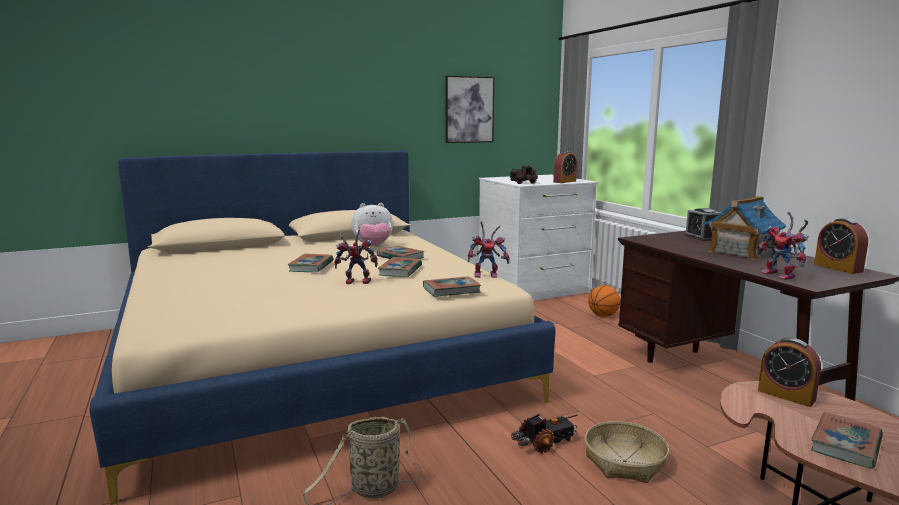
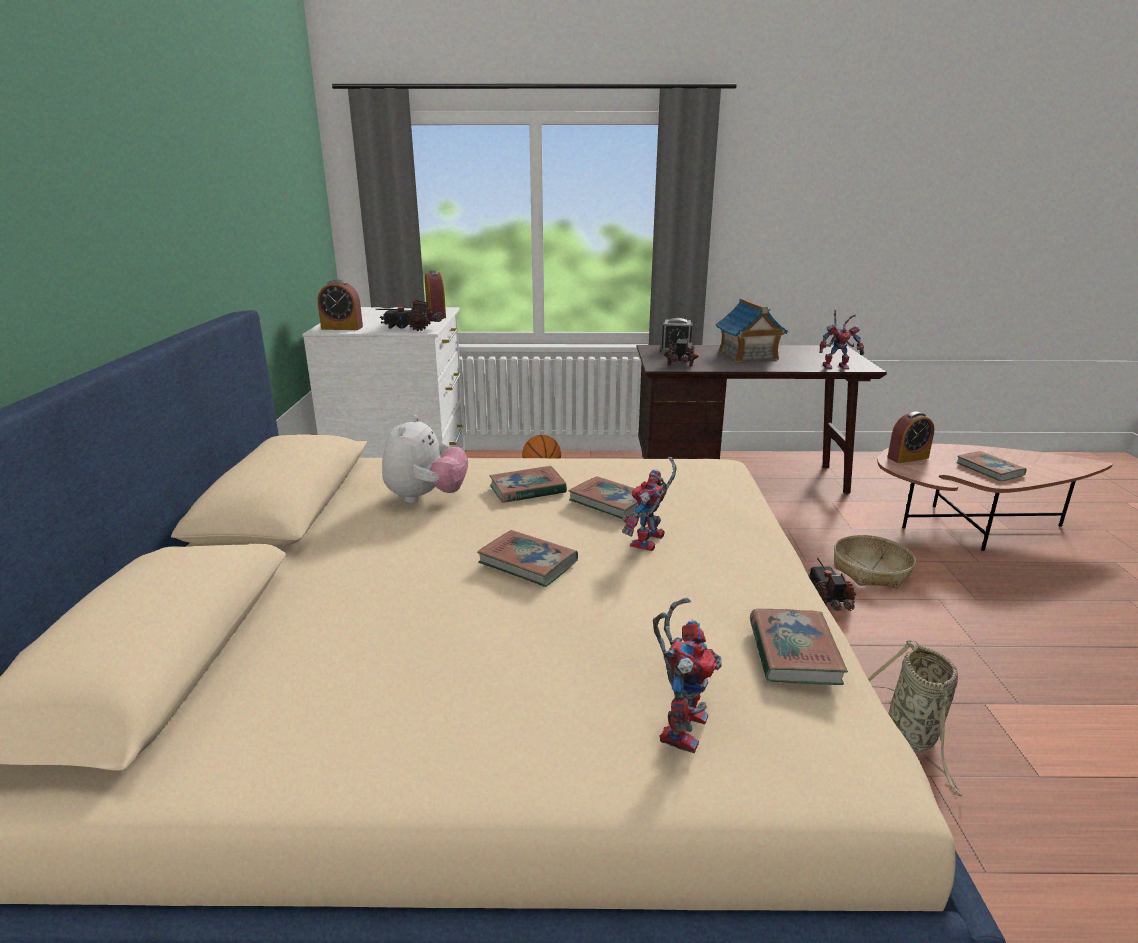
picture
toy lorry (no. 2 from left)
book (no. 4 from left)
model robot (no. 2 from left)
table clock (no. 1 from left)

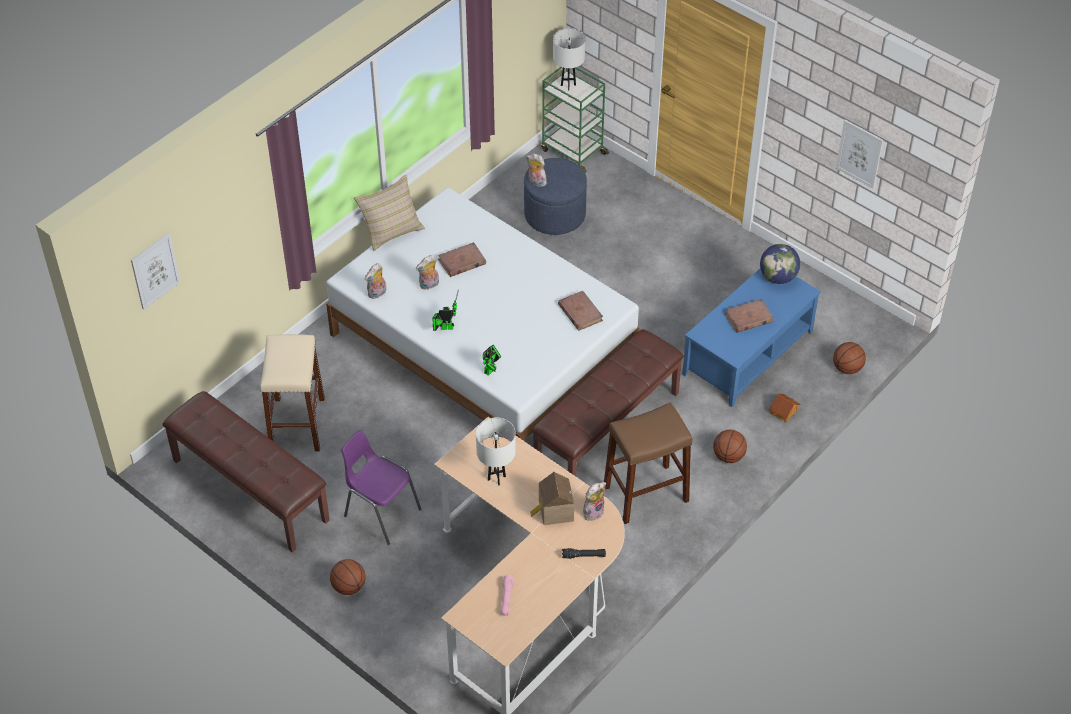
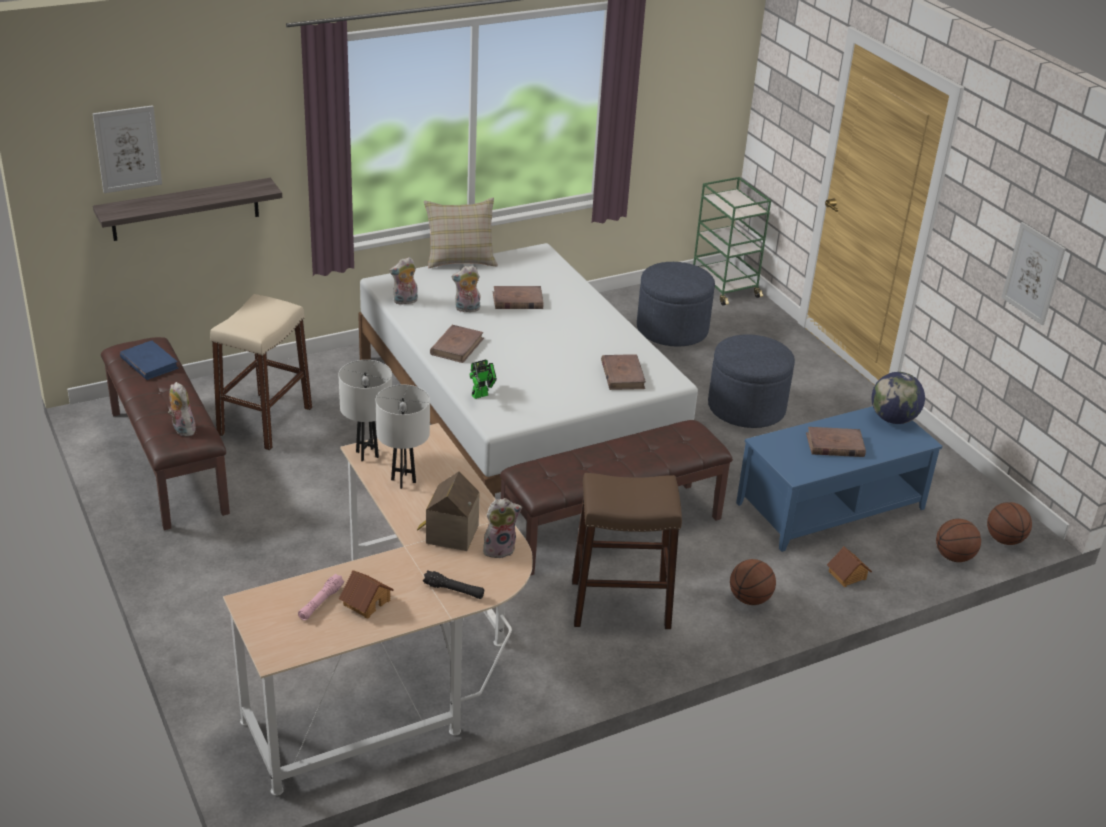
purple upright chair
wall shelf
bluish book
miniature house (no. 1 from left)
bluish footrest (no. 2 from left)
basketball (no. 3 from left)
soft toy (no. 1 from left)
whitish table lamp (no. 1 from left)
brownish book (no. 1 from left)

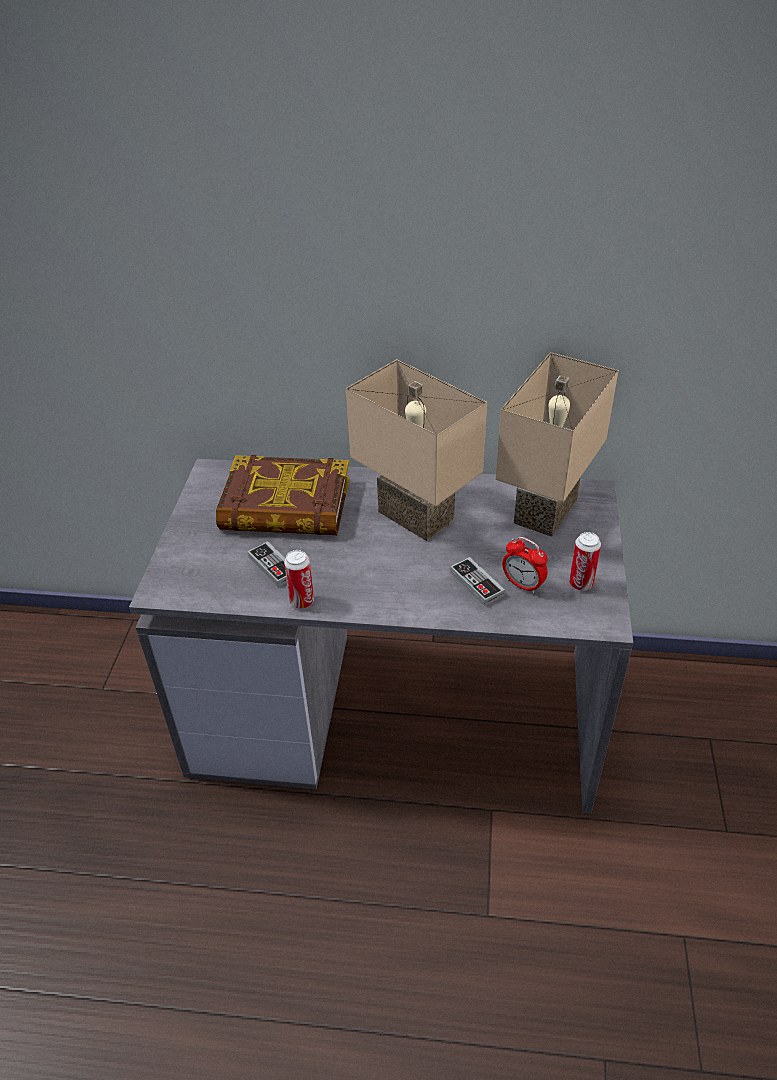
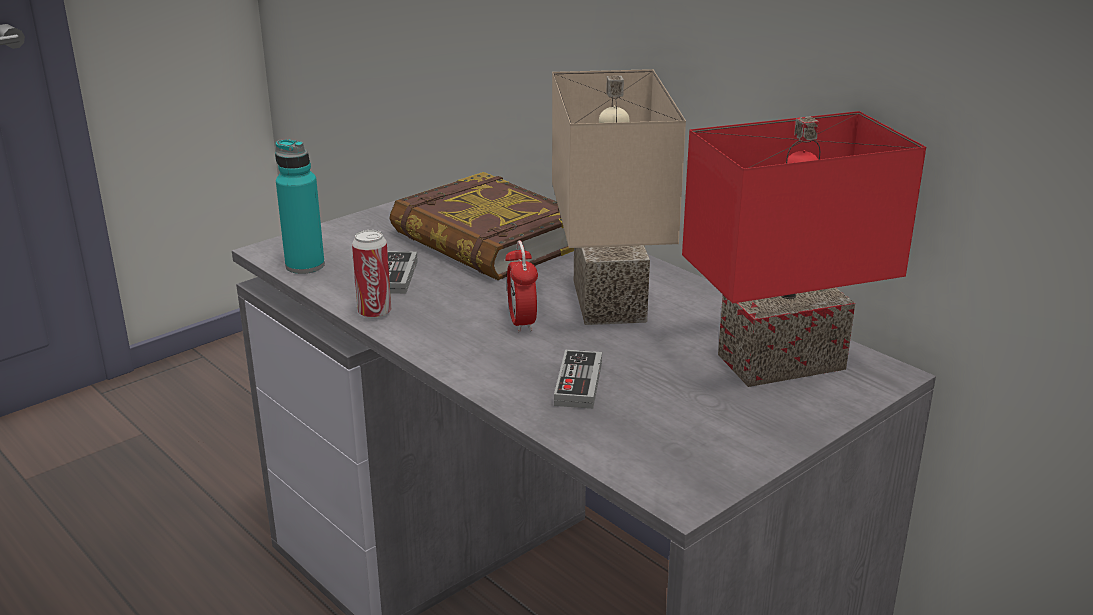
metal can (no. 2 from left in the first image)
turquoise drink bottle
table clock
red-coloured table lamp

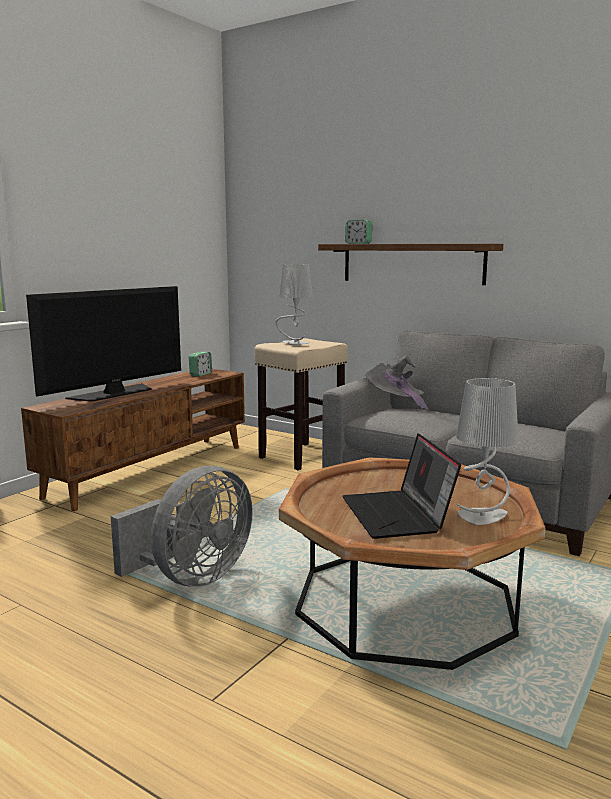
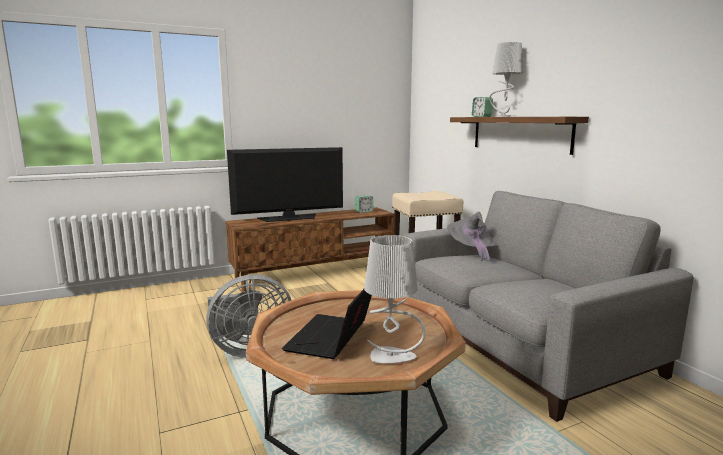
gray table lamp (no. 2 from left)

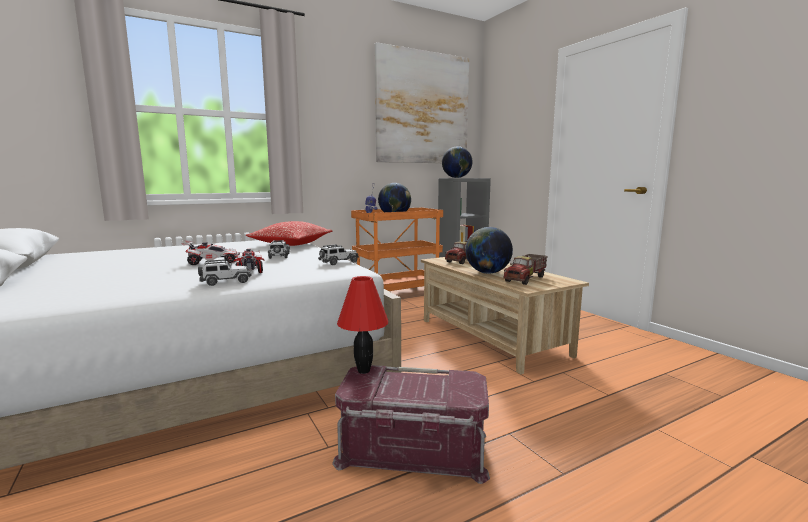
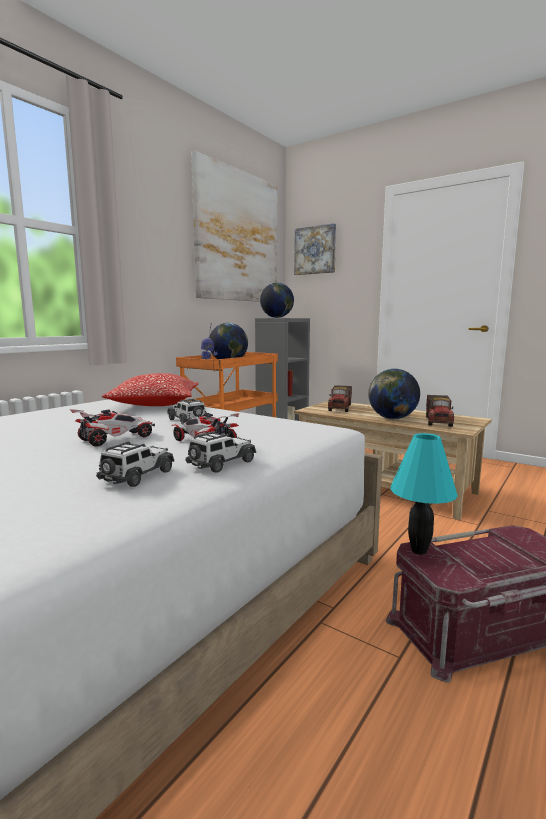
picture (no. 2 from left)
toy car (no. 2 from left)
turquoise table lamp

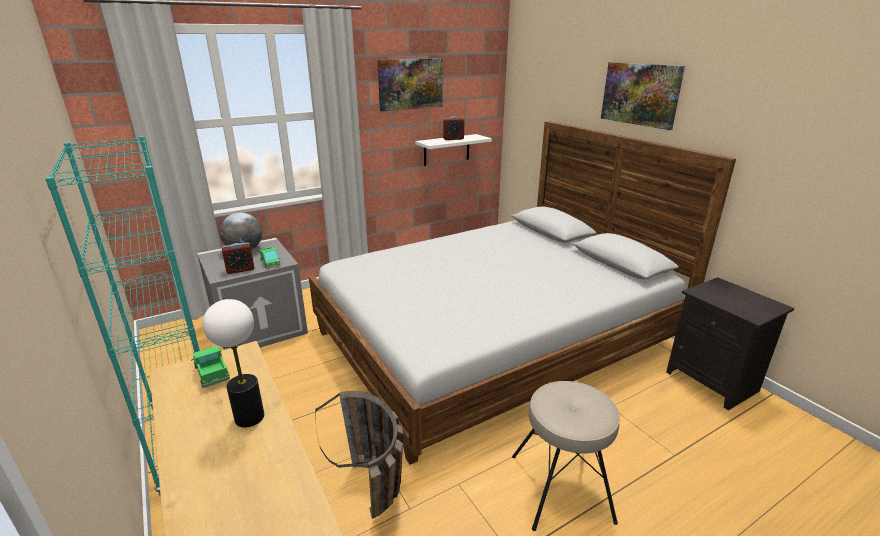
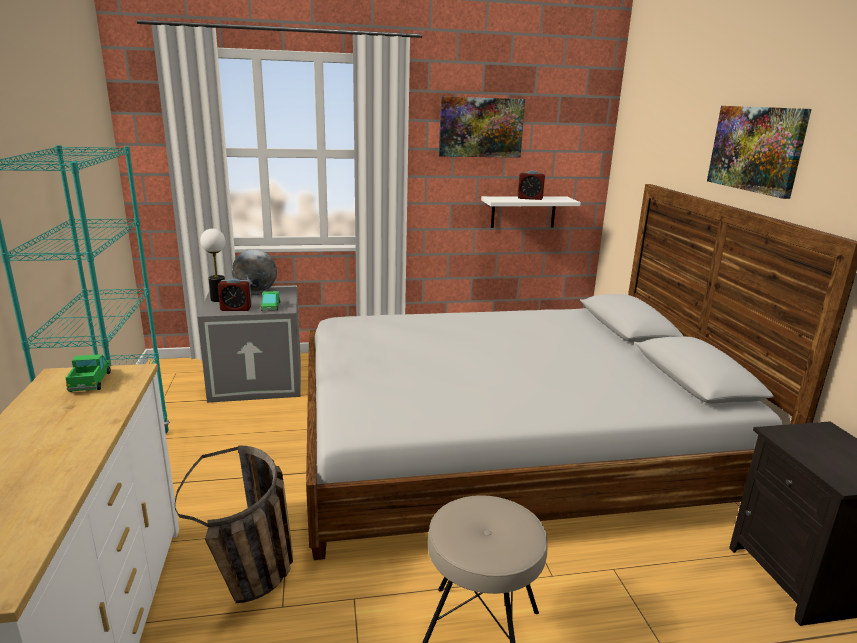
table lamp

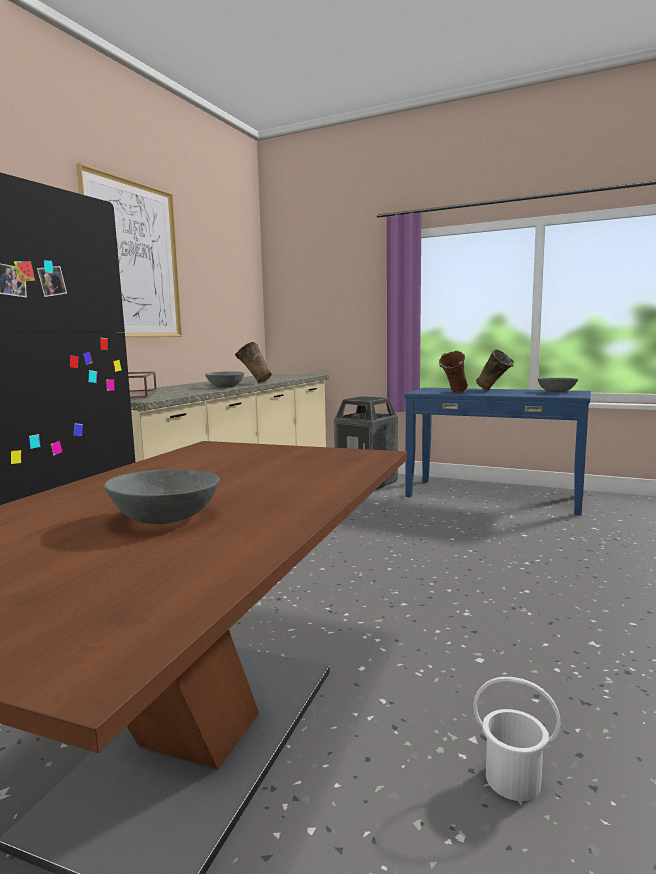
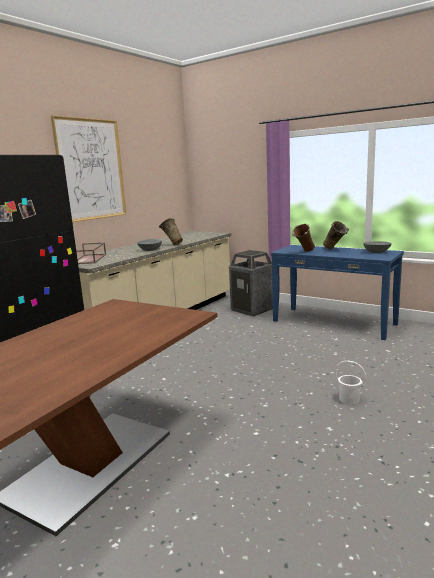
gray bowl (no. 1 from left in the first image)
whitish water bucket

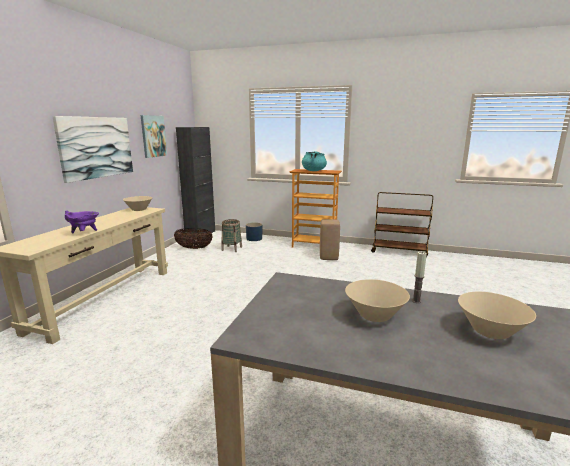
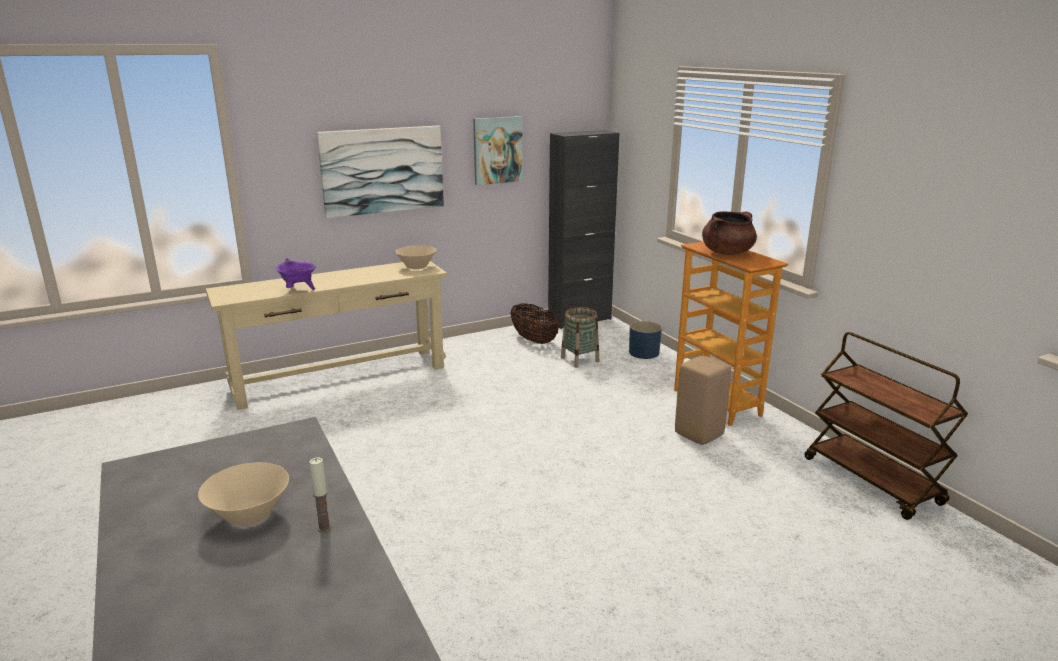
beige-coloured bowl (no. 3 from left in the first image)
brownish stockpot

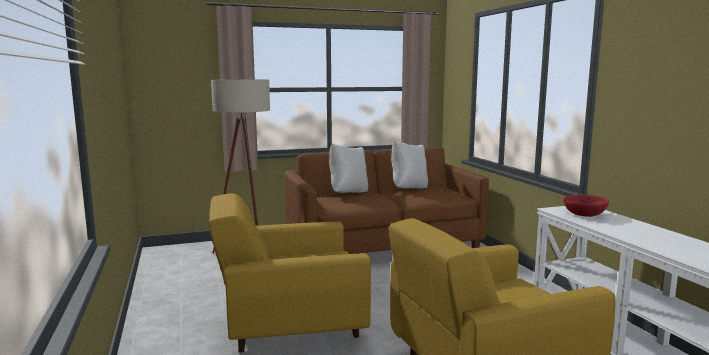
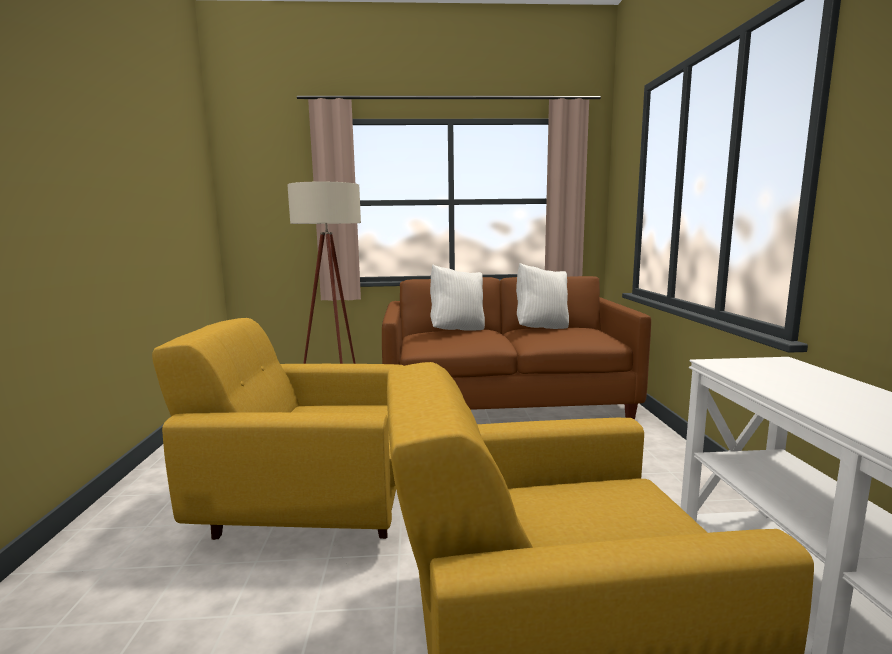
red-coloured bowl

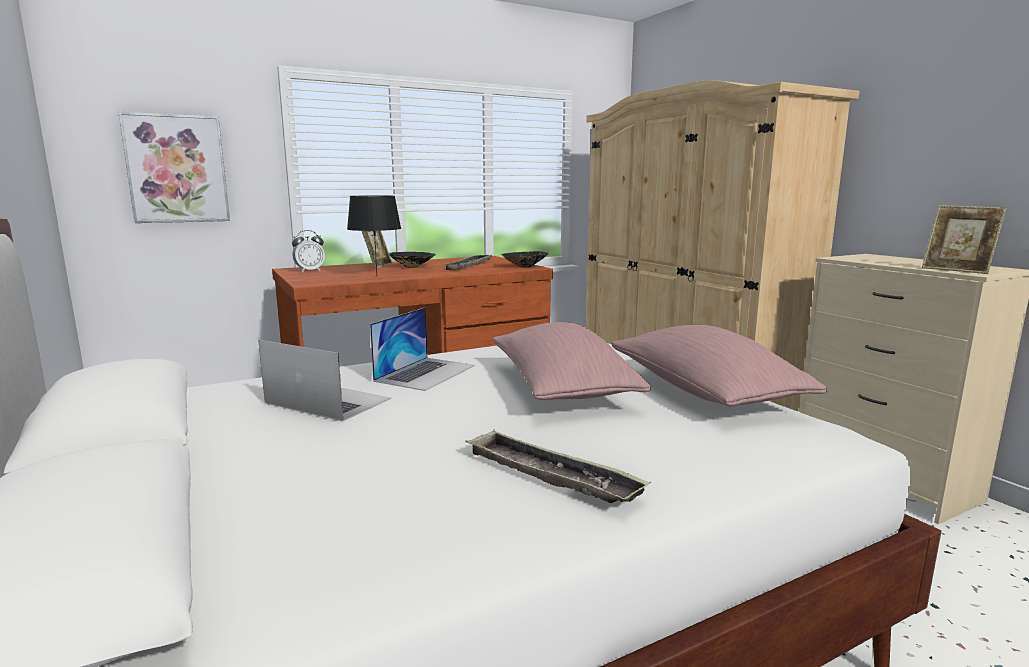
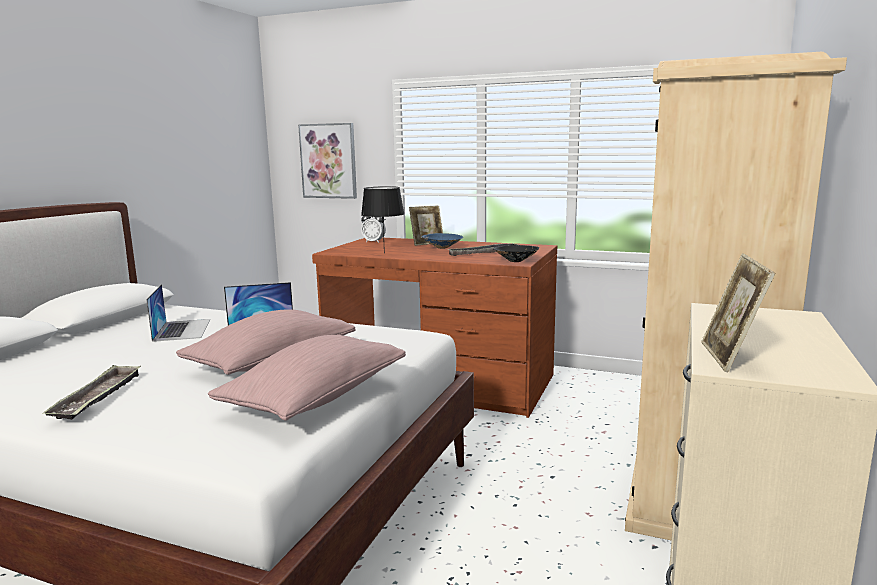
bluish bowl

